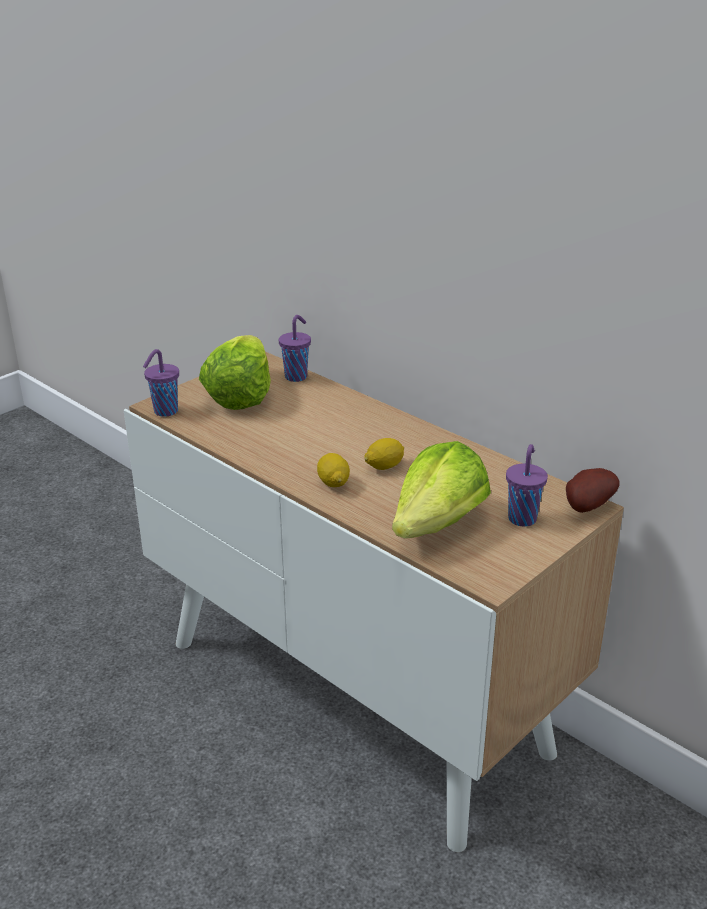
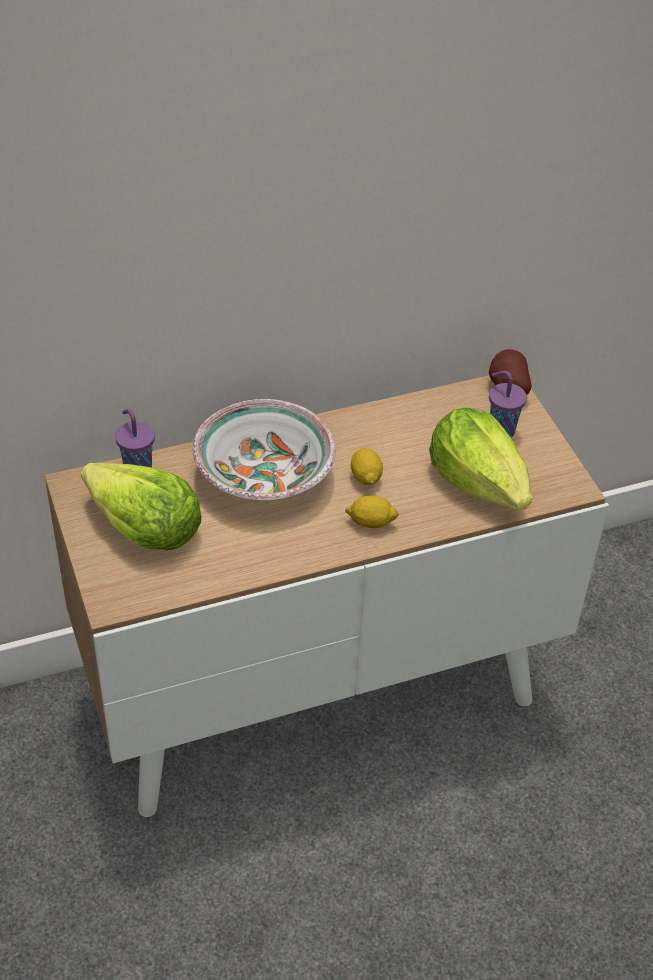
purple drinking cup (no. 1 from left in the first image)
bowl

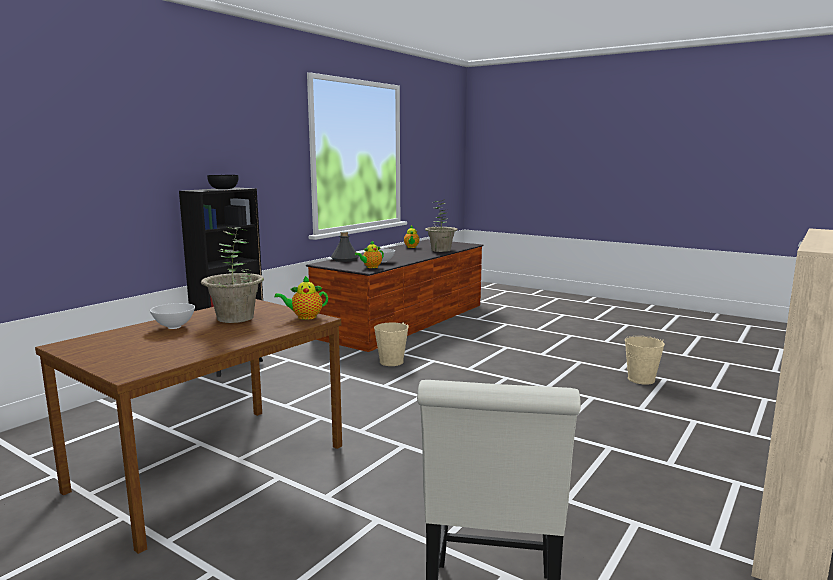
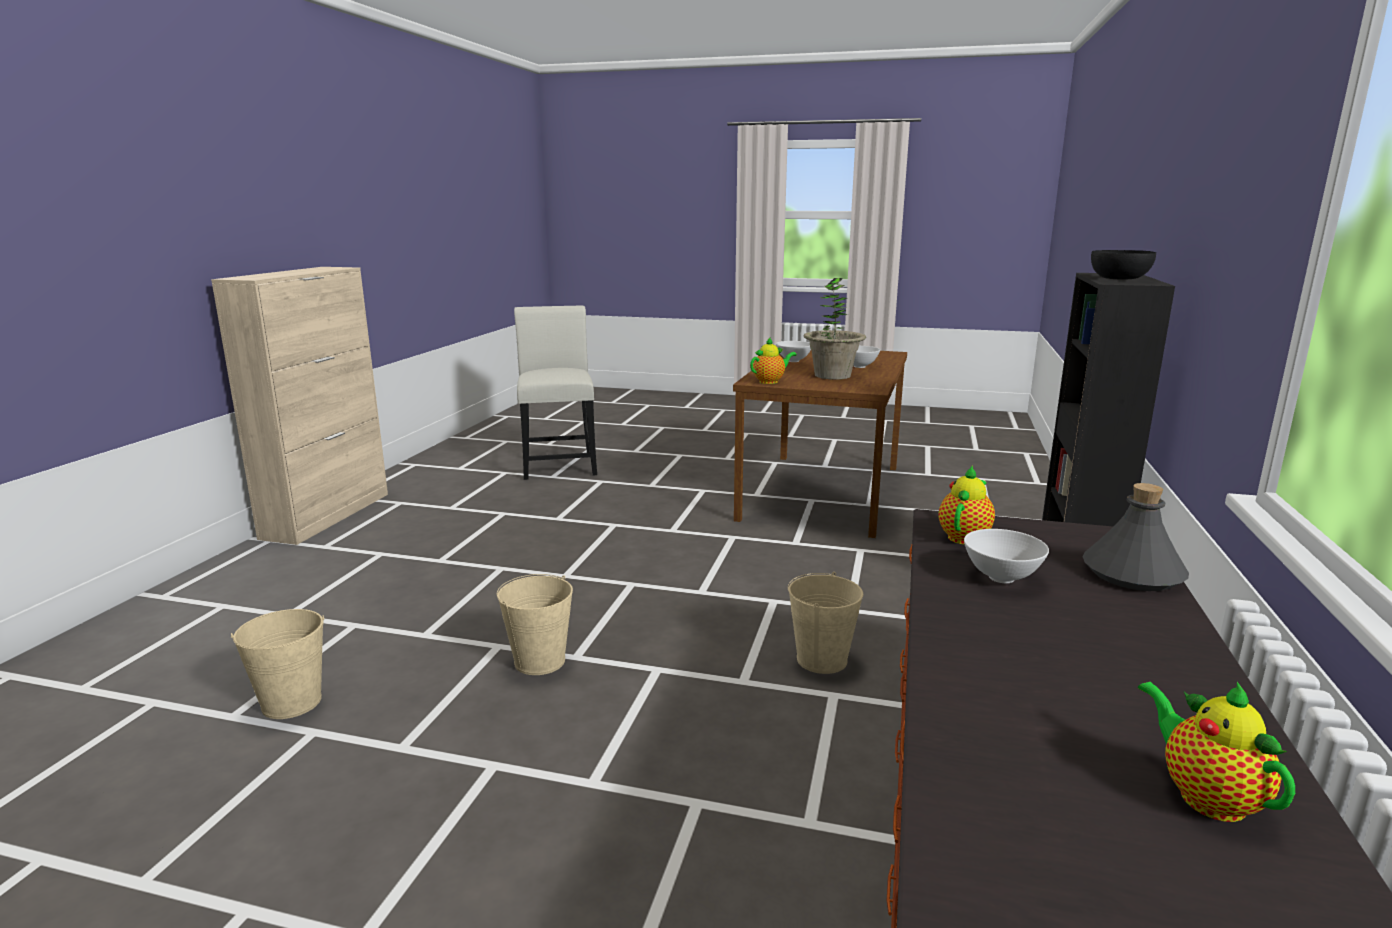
houseplant (no. 2 from left in the first image)
beige-coloured water bucket (no. 2 from left)
whitish bowl (no. 1 from left)

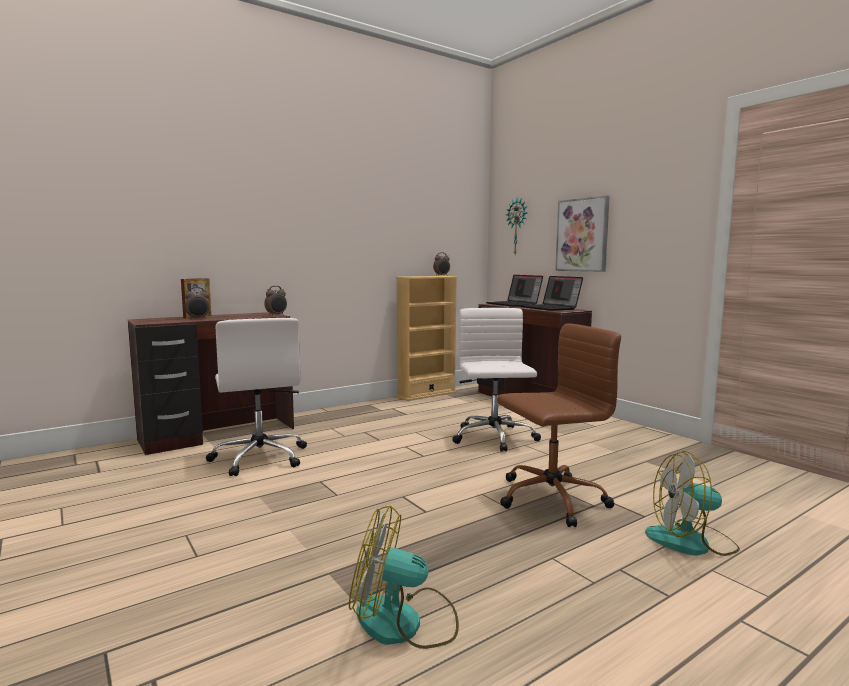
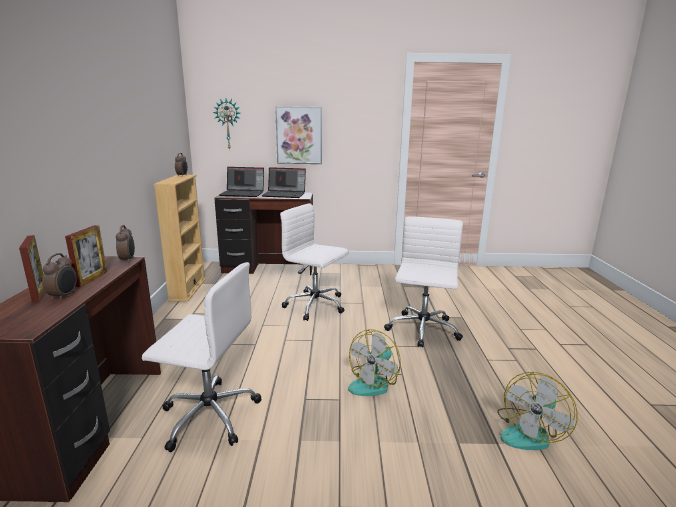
picture frame (no. 2 from left)
electric fan (no. 1 from left)
whitish desk chair (no. 3 from left)

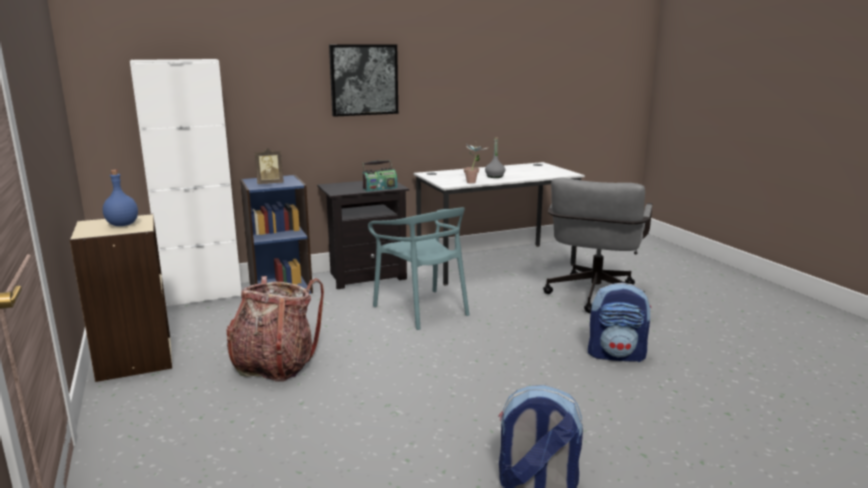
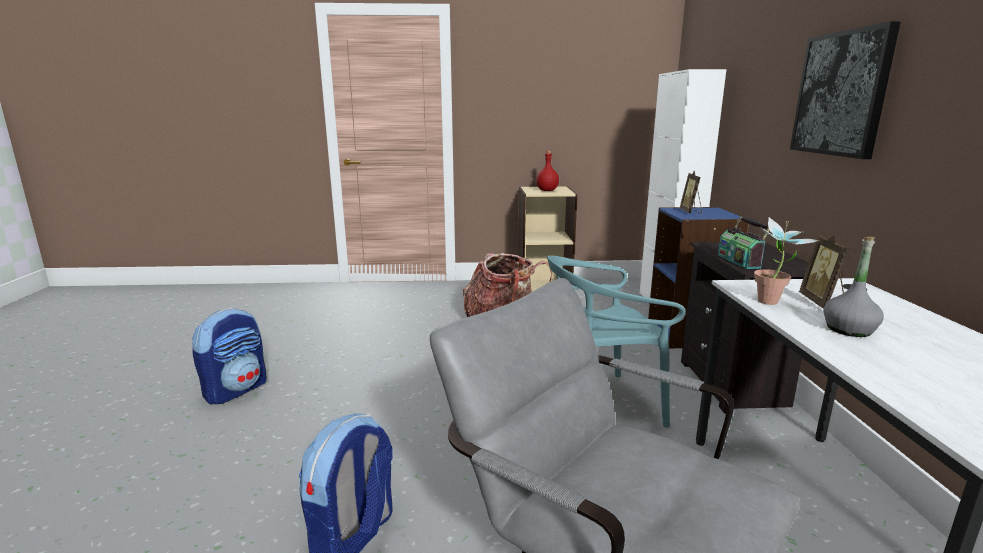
picture frame (no. 2 from left)
red-coloured drink bottle

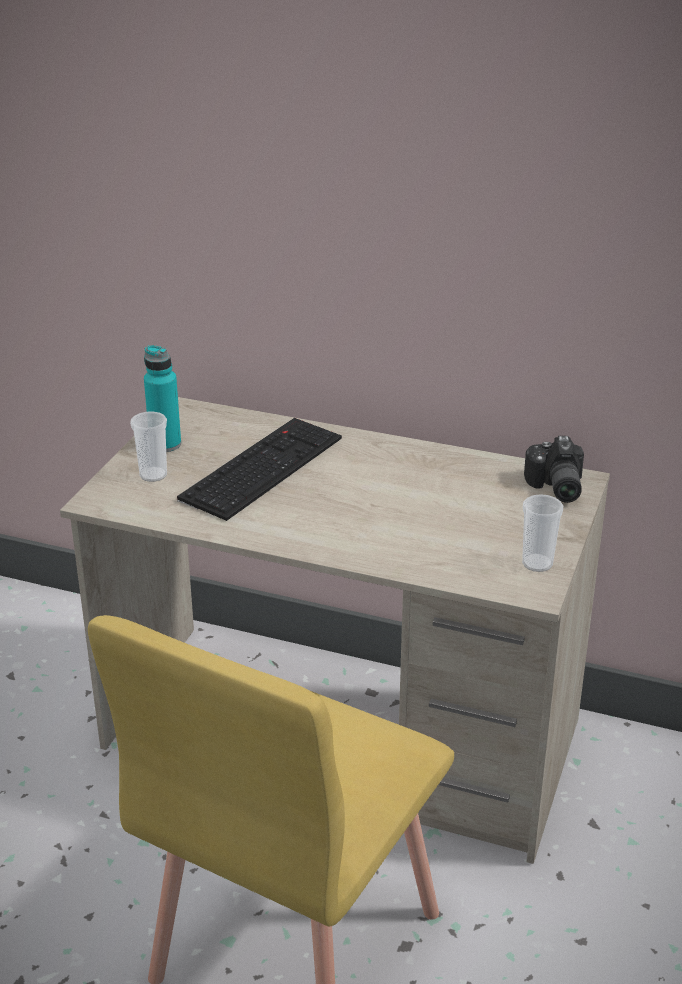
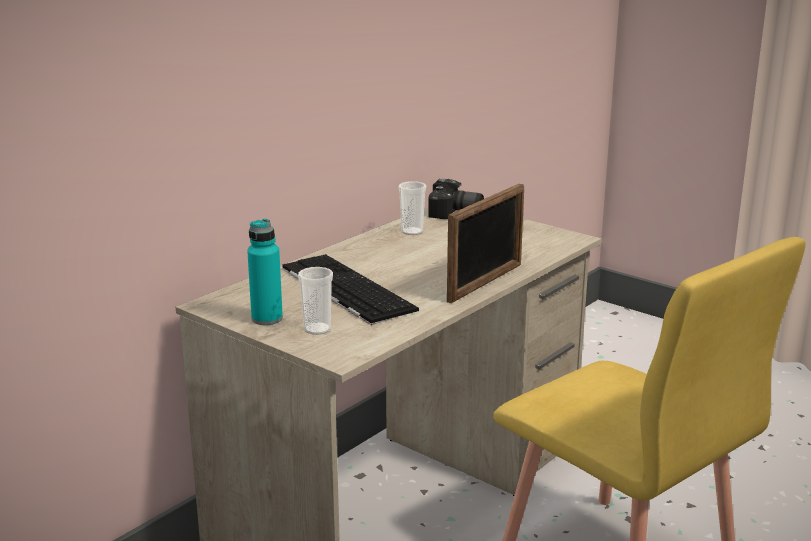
picture frame
drinking cup (no. 2 from left)

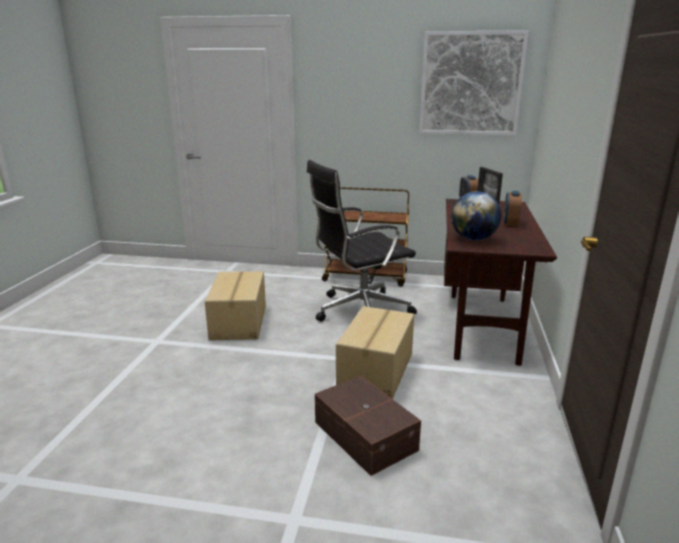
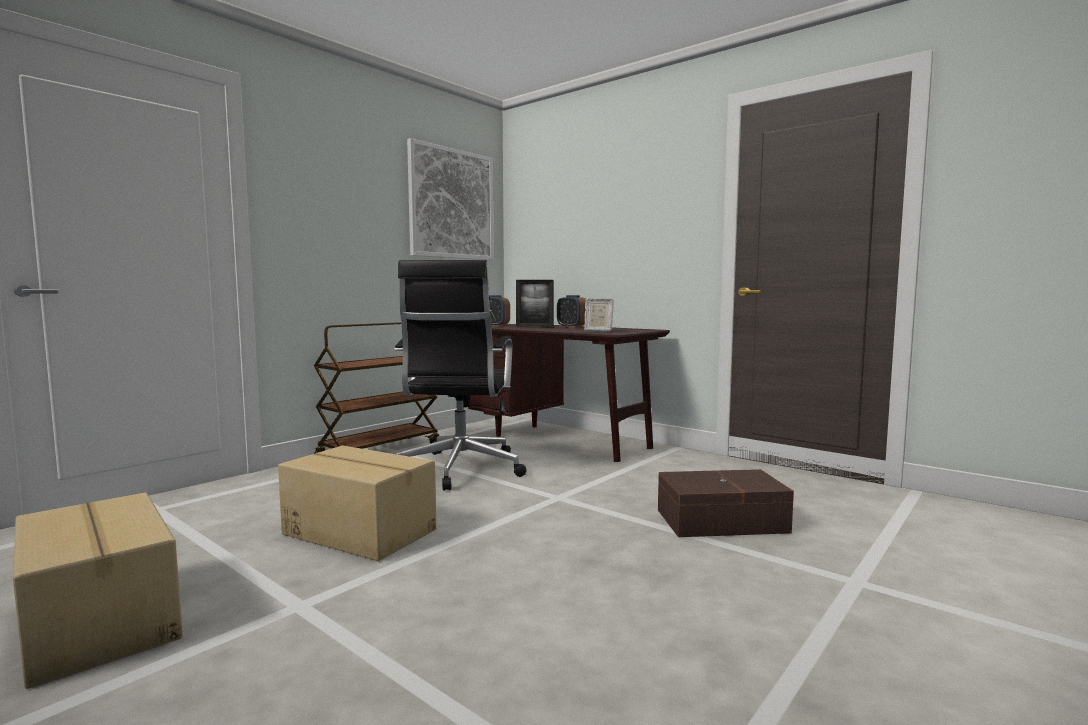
carton (no. 1 from left)
picture frame (no. 2 from left)

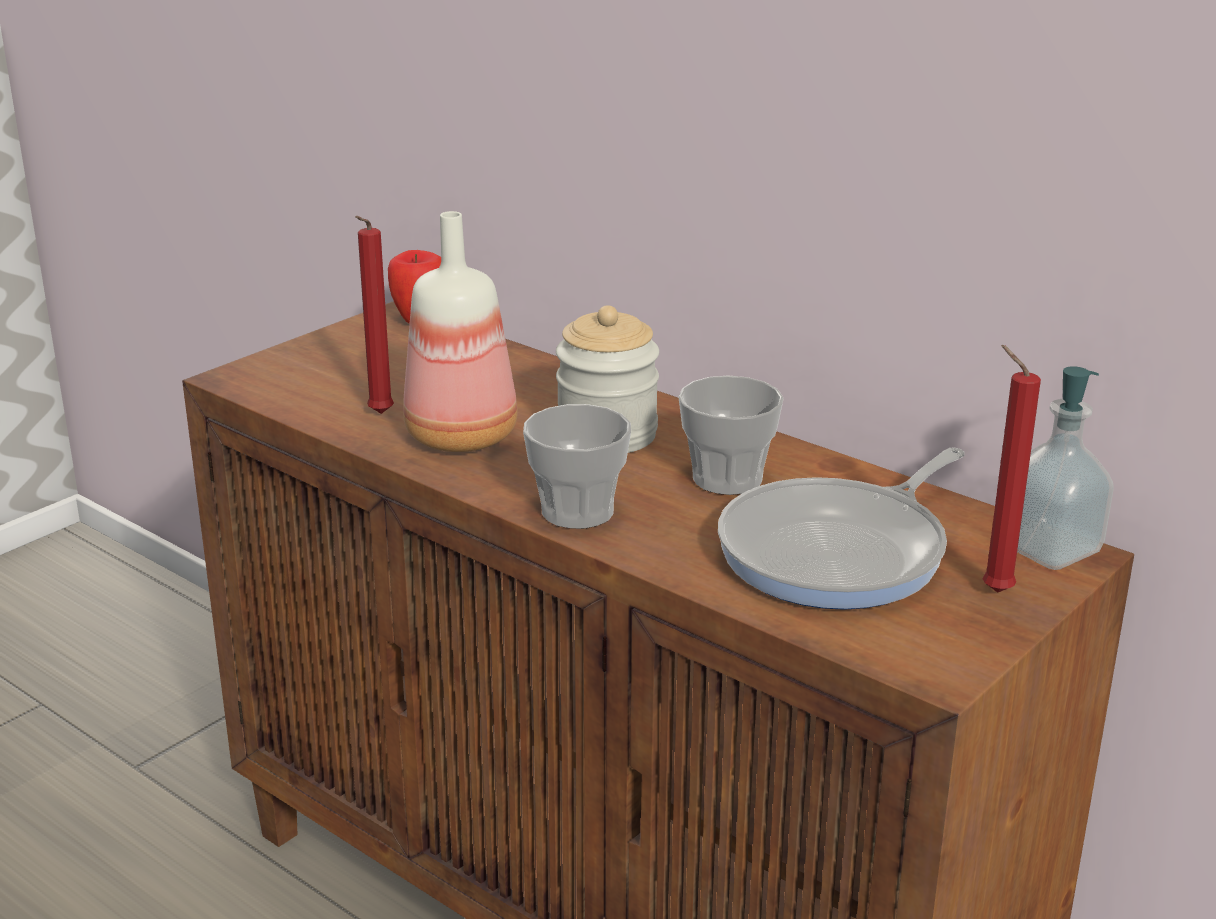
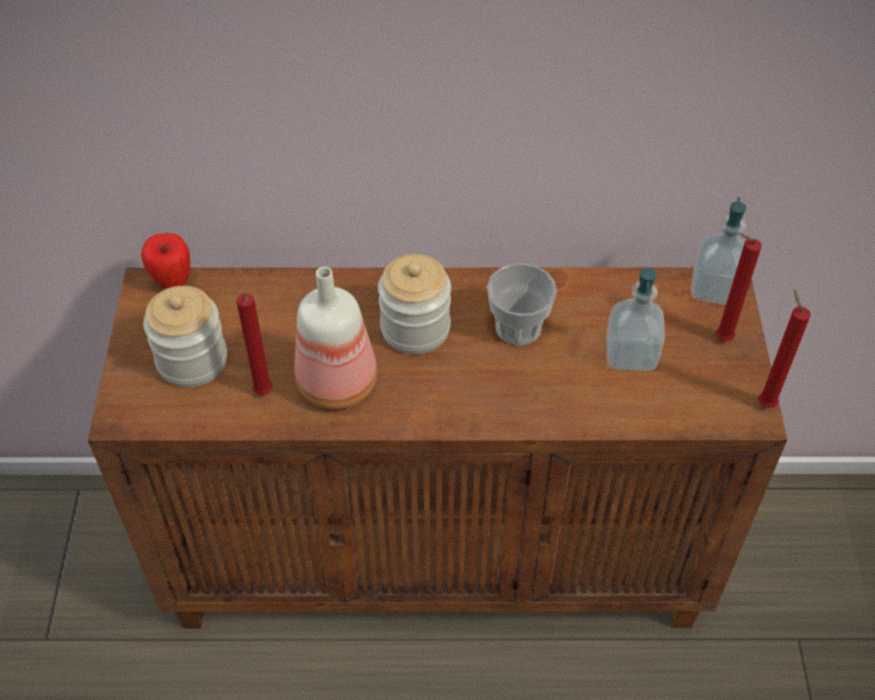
drinking cup (no. 1 from left in the first image)
preserve jar (no. 1 from left)
red-coloured candle (no. 3 from left)
liquid soap bottle (no. 1 from left)

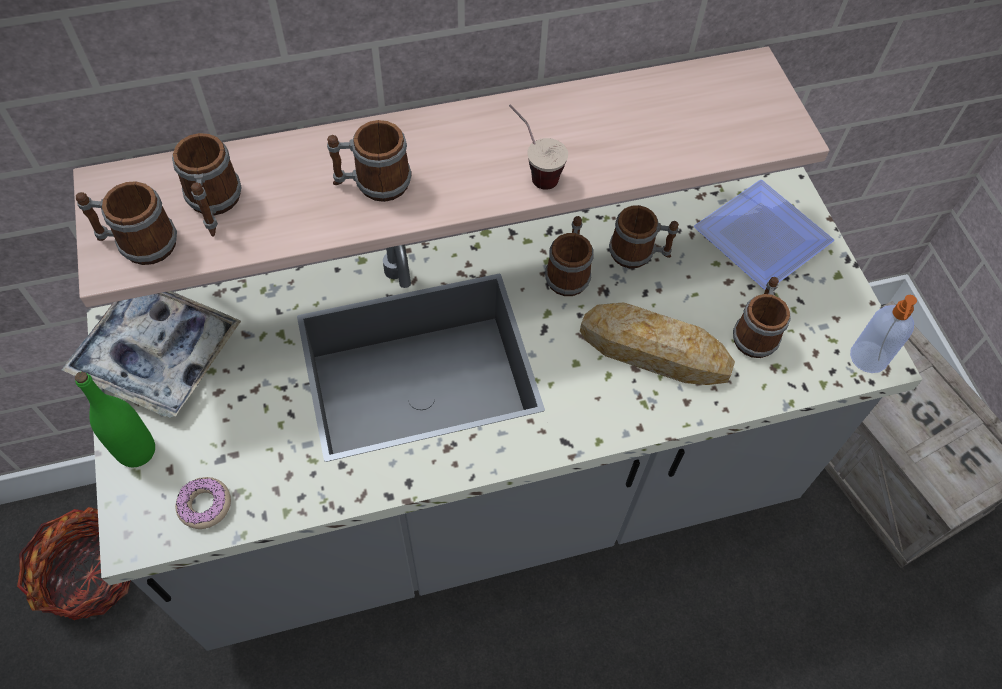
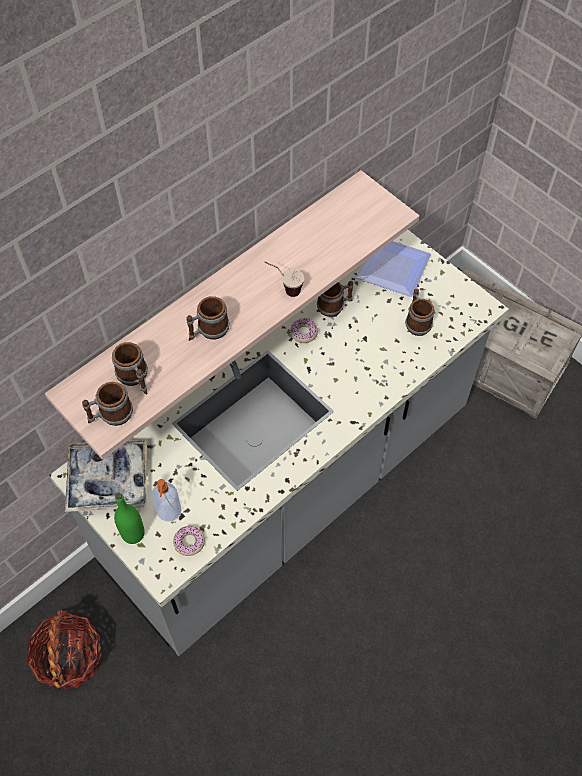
bakery bread
liquid soap bottle
donut (no. 2 from left)

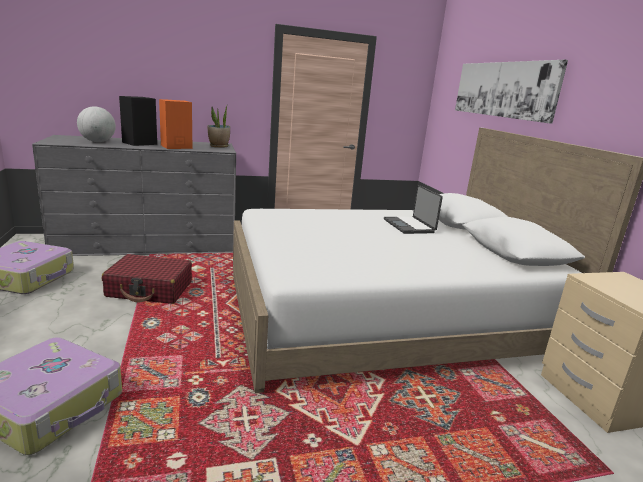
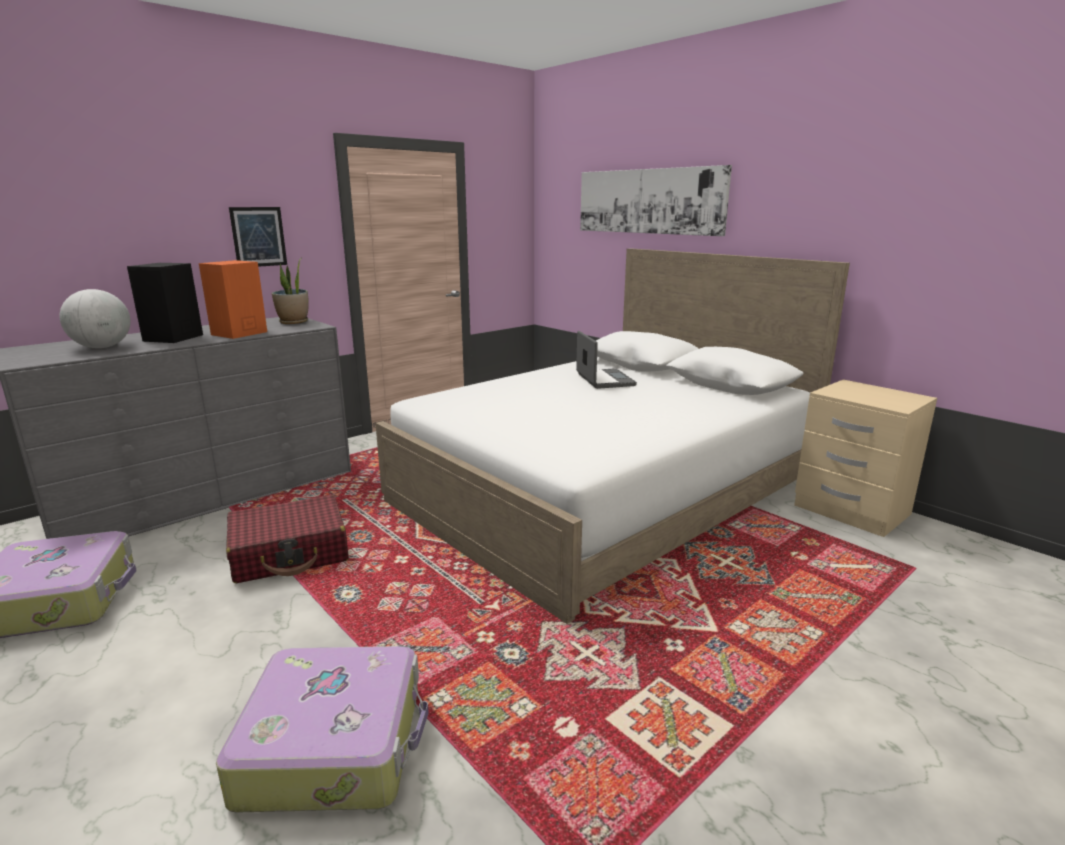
picture (no. 1 from left)
portable computer

